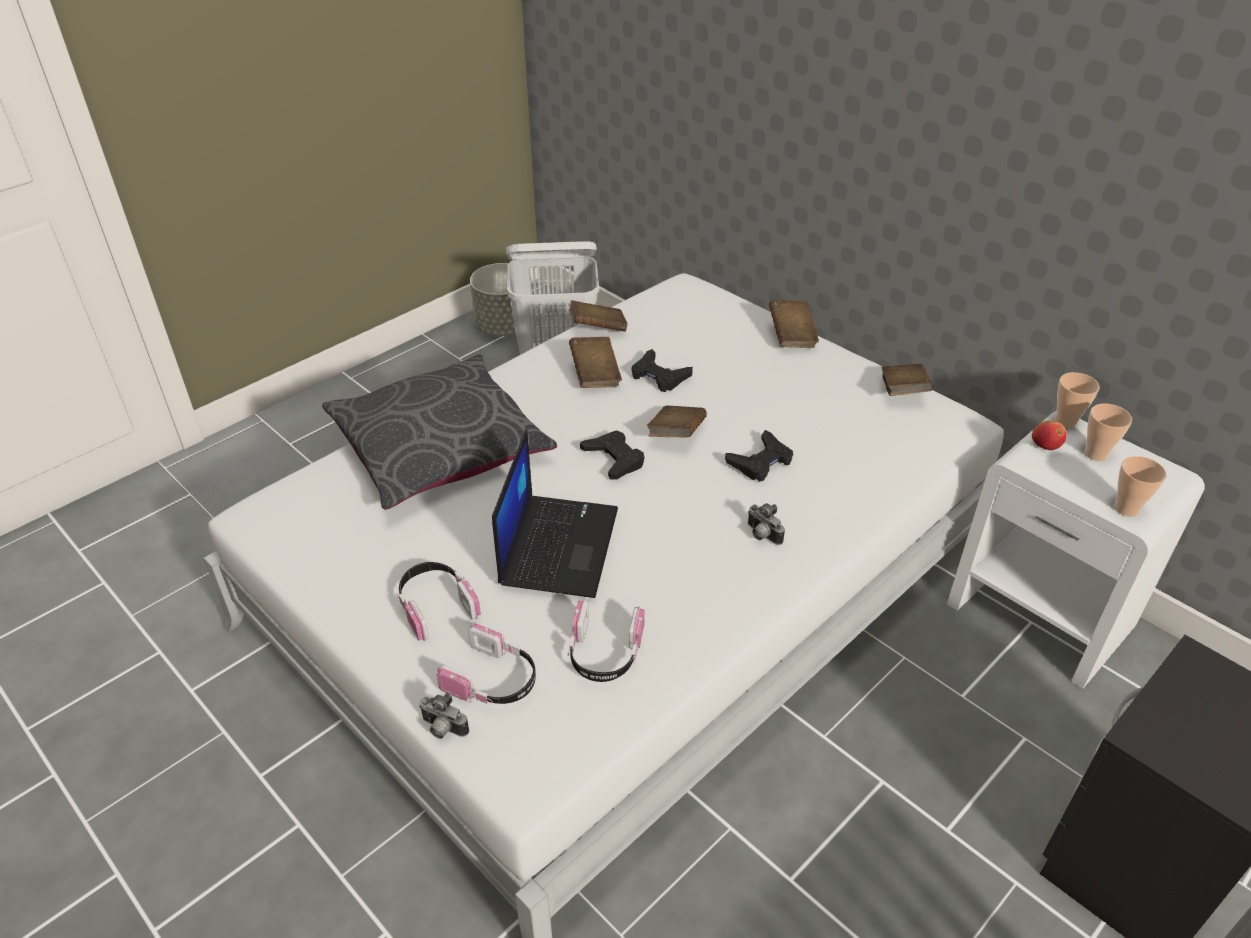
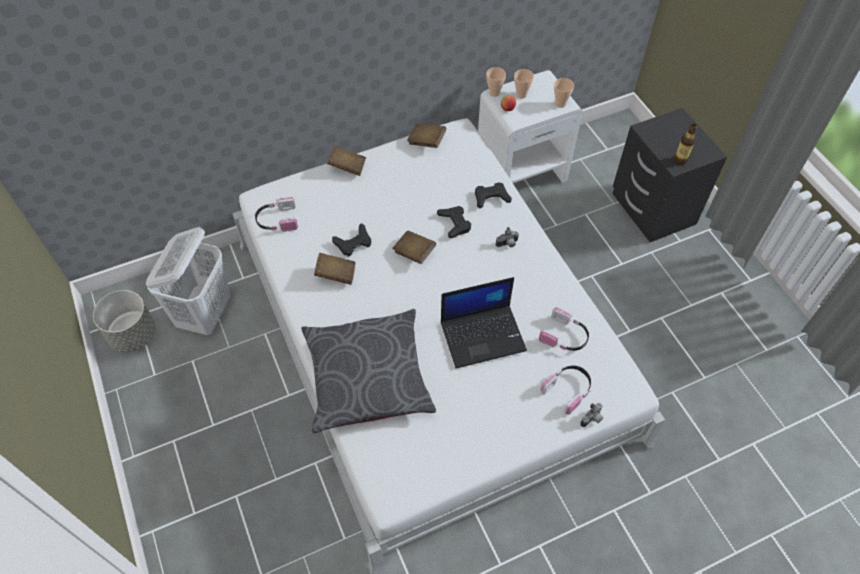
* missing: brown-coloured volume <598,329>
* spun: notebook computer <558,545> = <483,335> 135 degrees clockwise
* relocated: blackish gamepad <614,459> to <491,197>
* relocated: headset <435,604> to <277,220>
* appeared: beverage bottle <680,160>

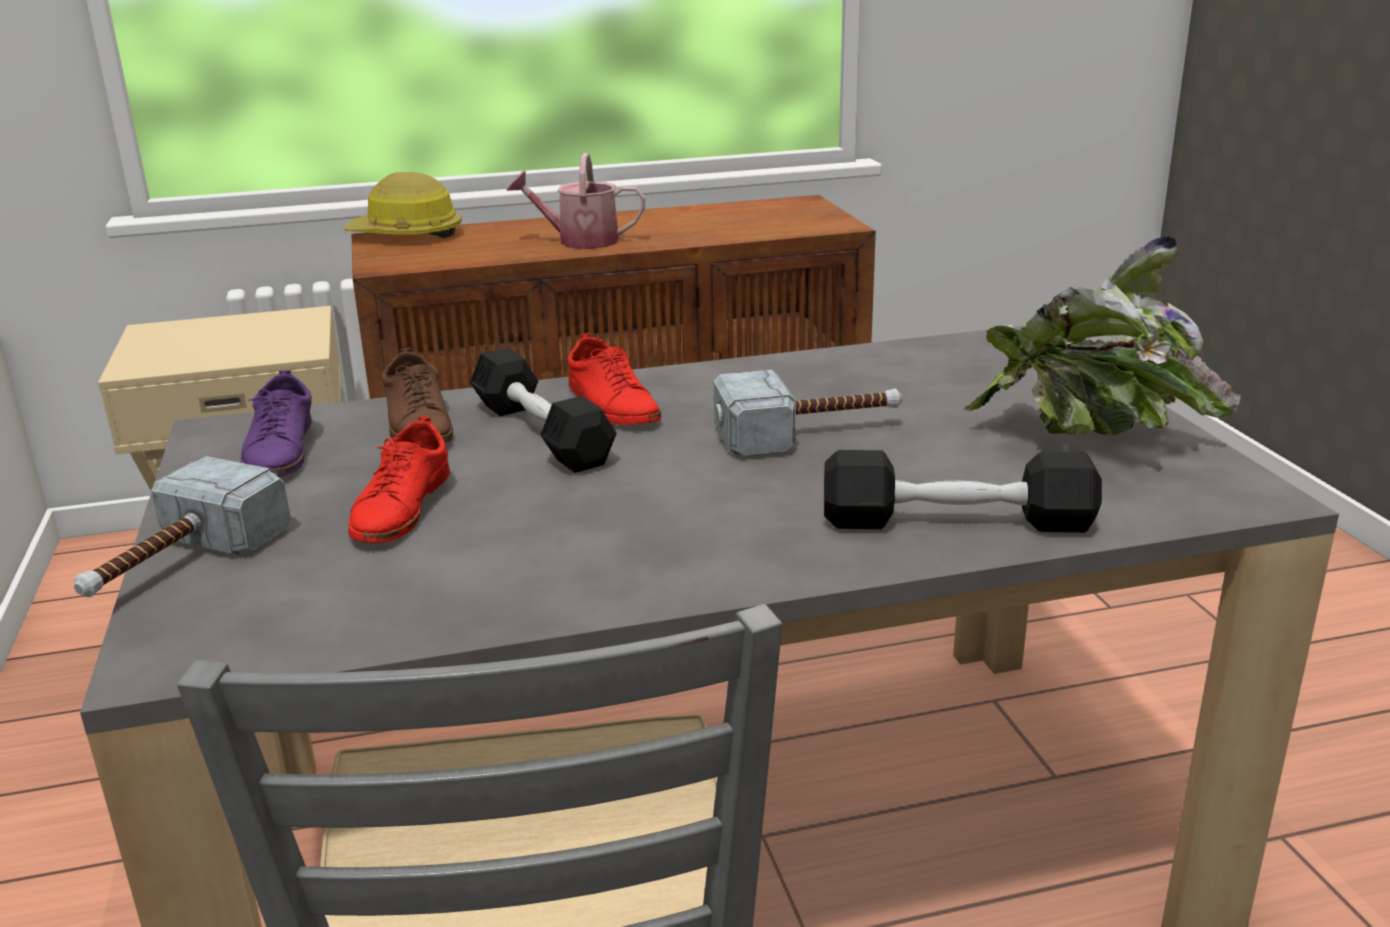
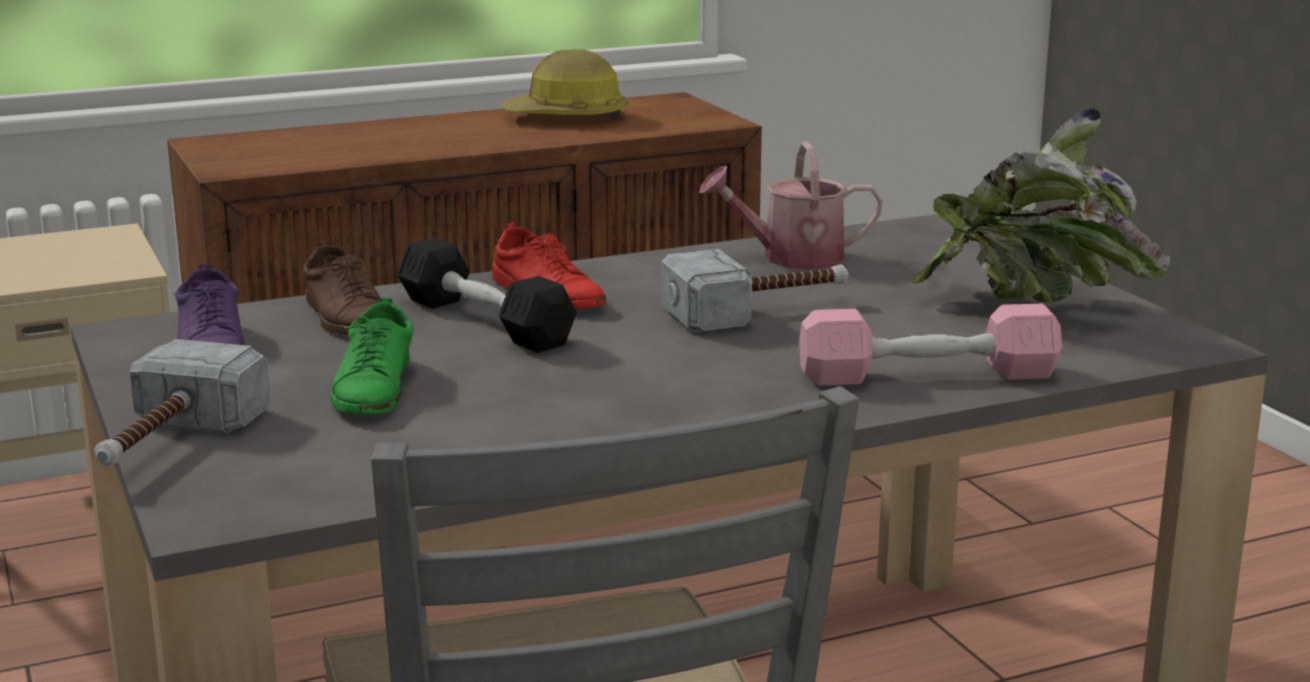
* relocated: watering can <579,241> to <791,257>
* relocated: work helmet <406,235> to <567,117>
* colour: reddish shoe <401,508> to green shoe <374,388>
* colour: blackish free weight <957,522> to pink free weight <928,375>

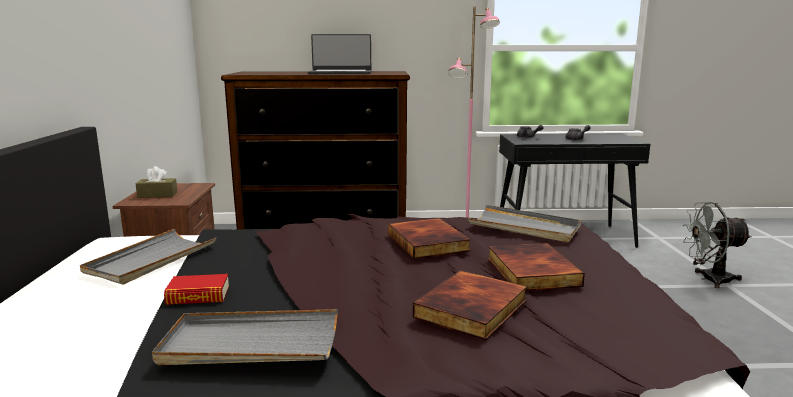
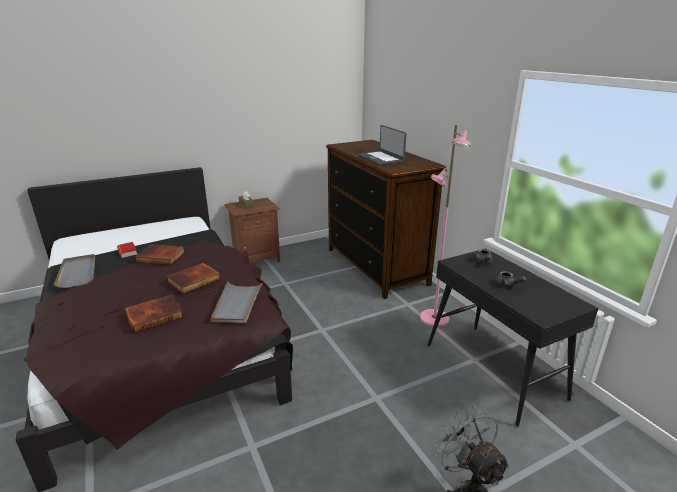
* missing: greyish serving tray <151,260>
* relocated: volume <473,310> to <160,257>

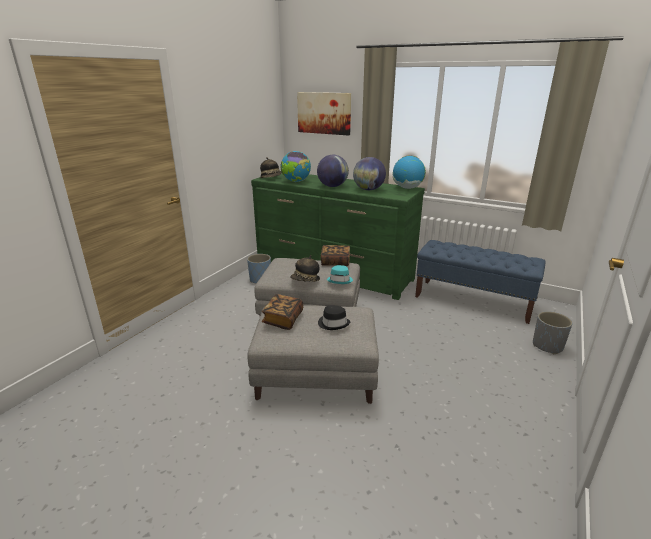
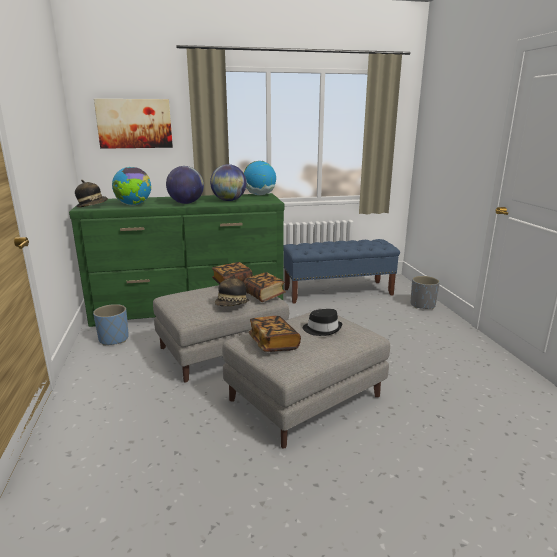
* exchanged: turquoise-coloured wearable hat <340,280> to volume <264,295>

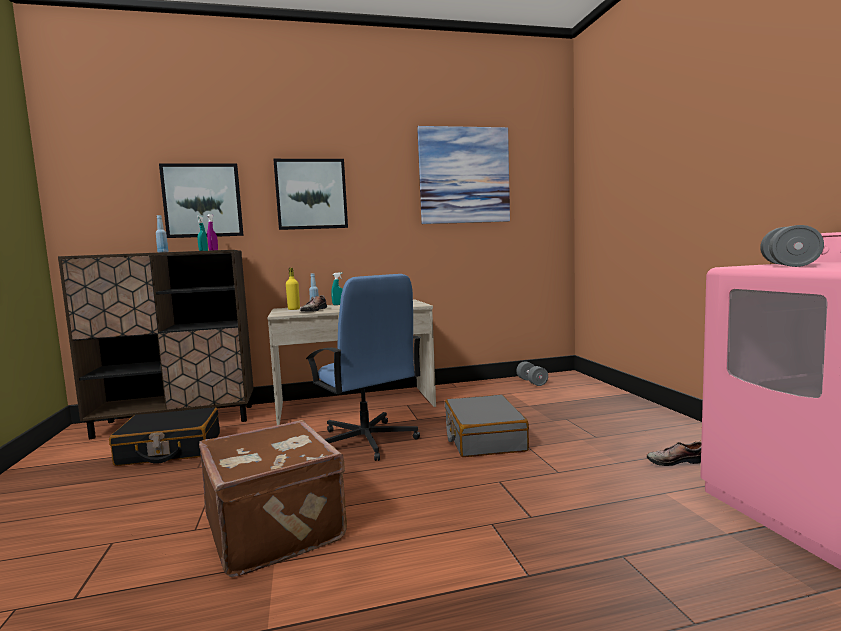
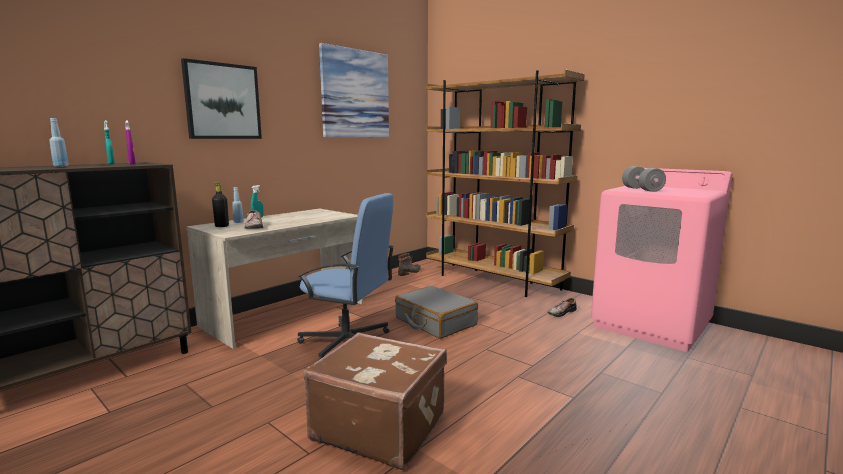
* missing: wall art <203,201>
* colour: yellowish beverage bottle <294,309> to blackish beverage bottle <222,226>
* exchanged: greyish free weight <532,382> to high-top boot <410,272>
* missing: blackish suitcase <170,450>
* appeared: brown-coloured bookshelf <492,280>

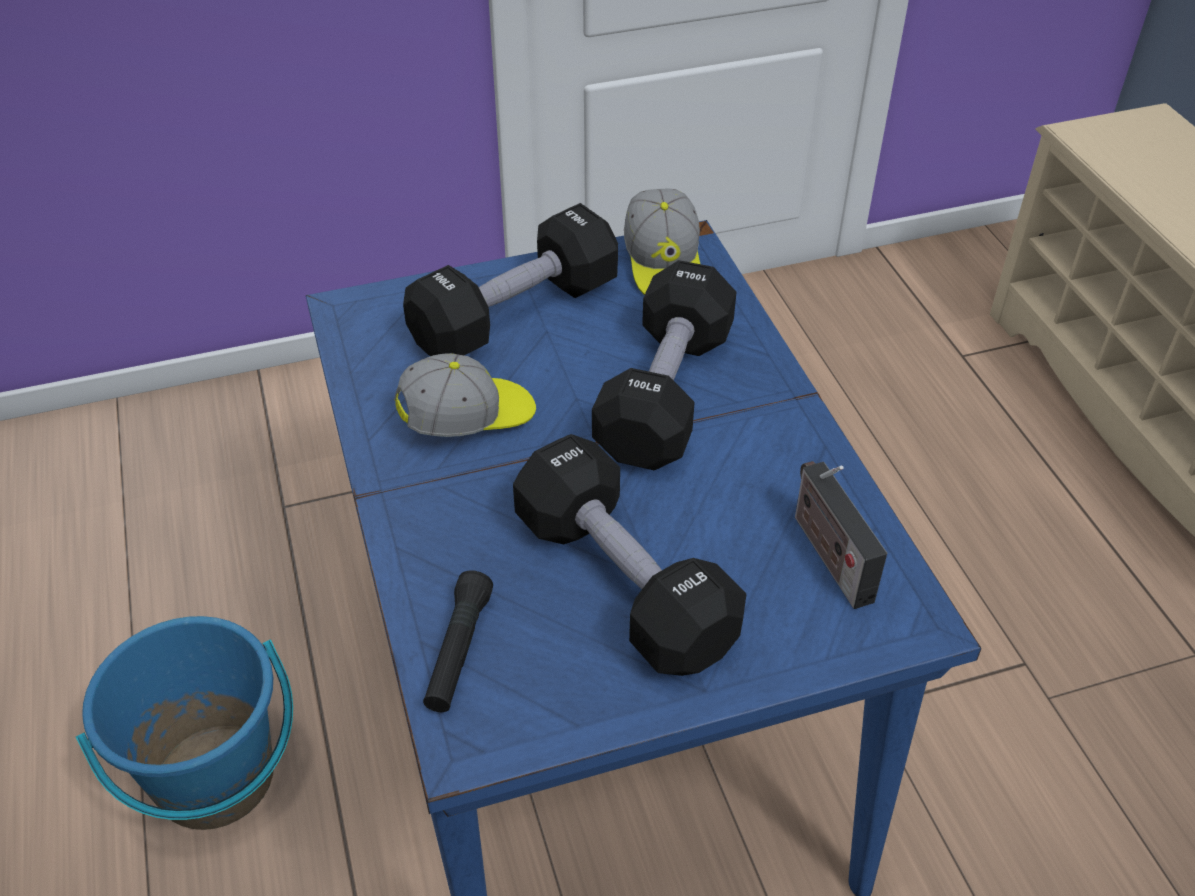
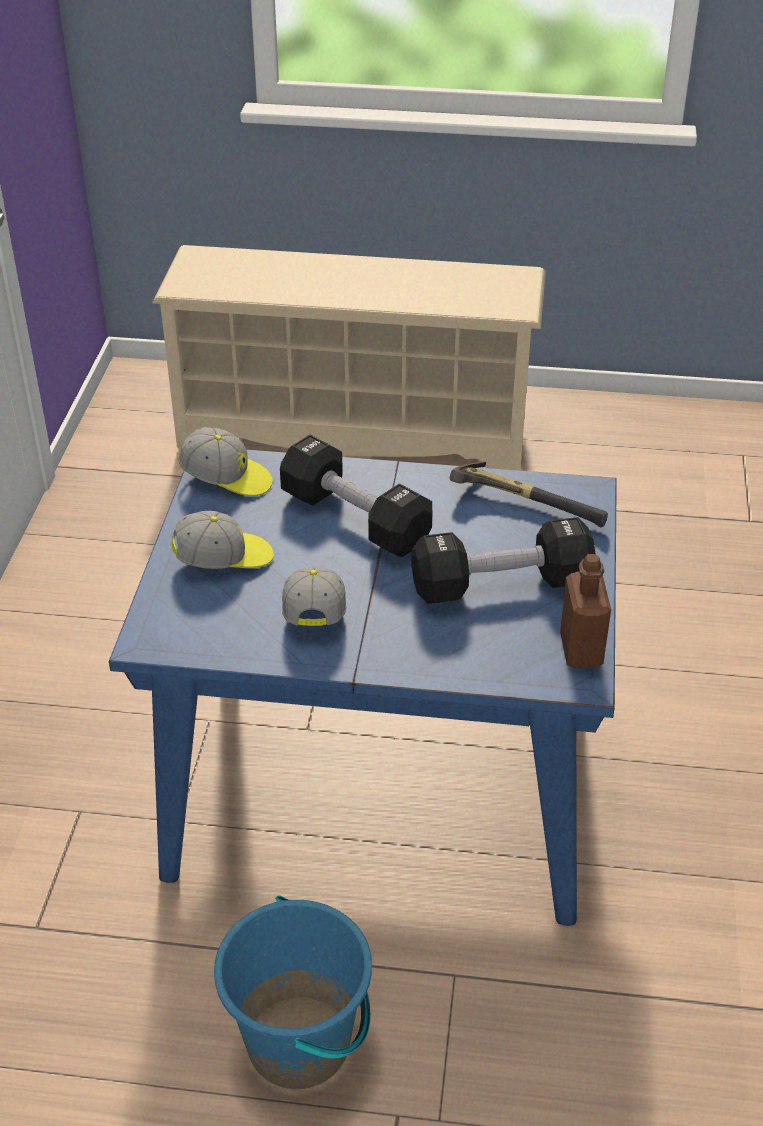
* exchanged: blackish free weight <516,314> to baseball cap <224,559>
* exchanged: radio receiver <828,554> to tool hammer <526,503>
* missing: blackish flashlight <458,651>
* appeared: brown-coloured beverage bottle <581,650>

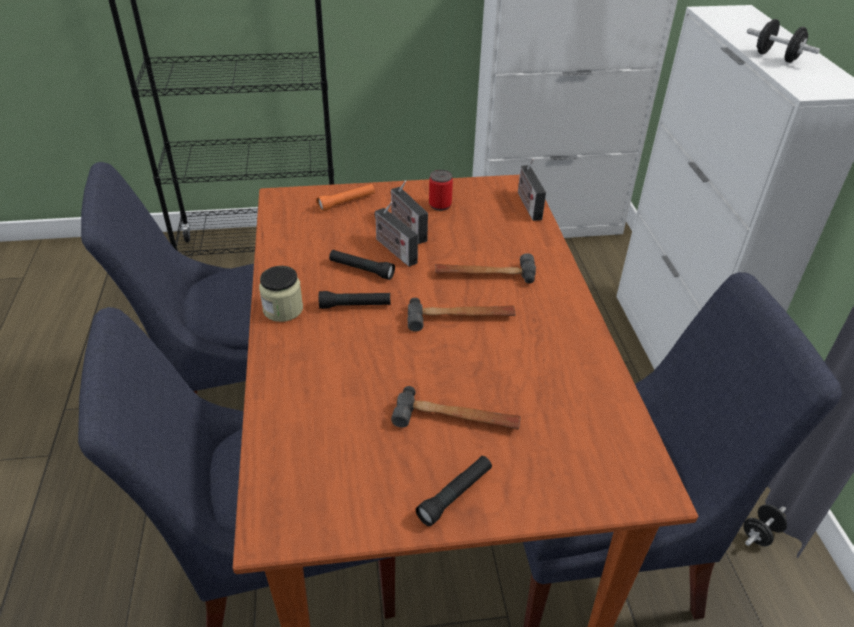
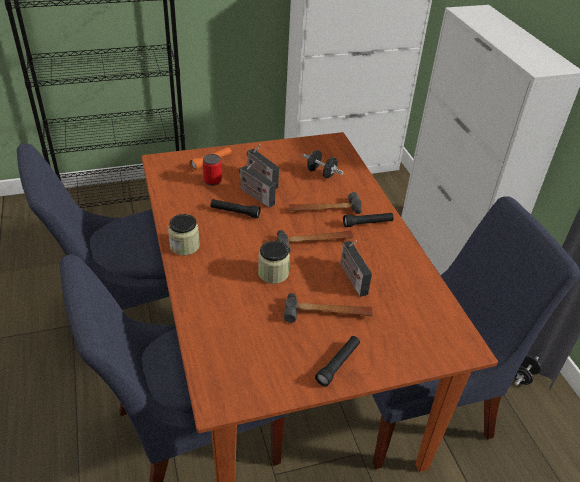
* relocated: blackish free weight <776,57> to <321,173>
* relocated: radio receiver <527,204> to <352,277>
* relocated: can <440,205> to <212,181>
* relocated: blackish flashlight <355,306> to <367,223>
* appeared: jar <273,273>

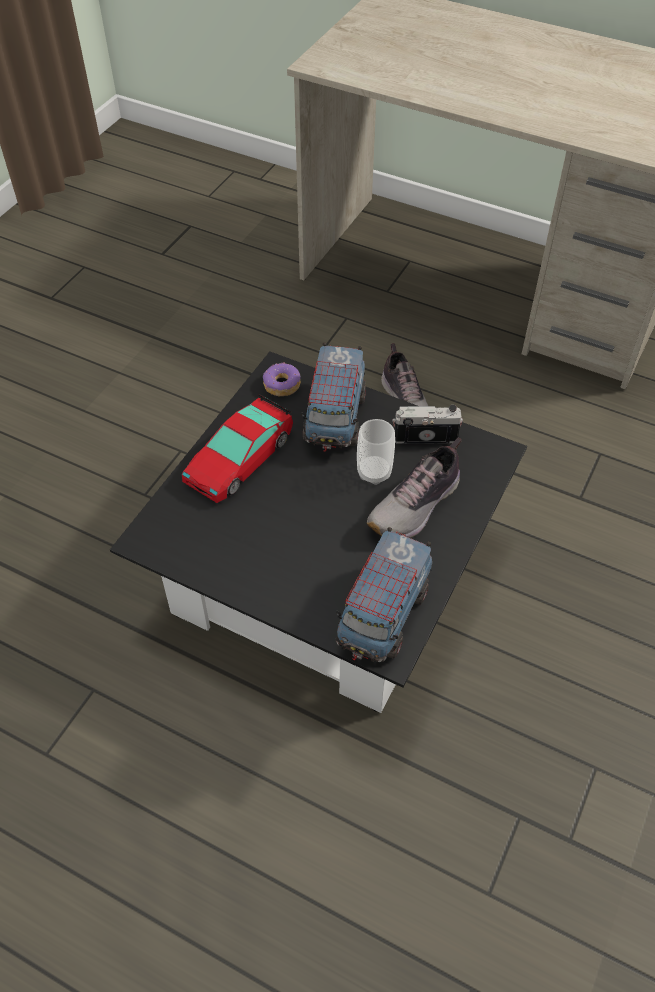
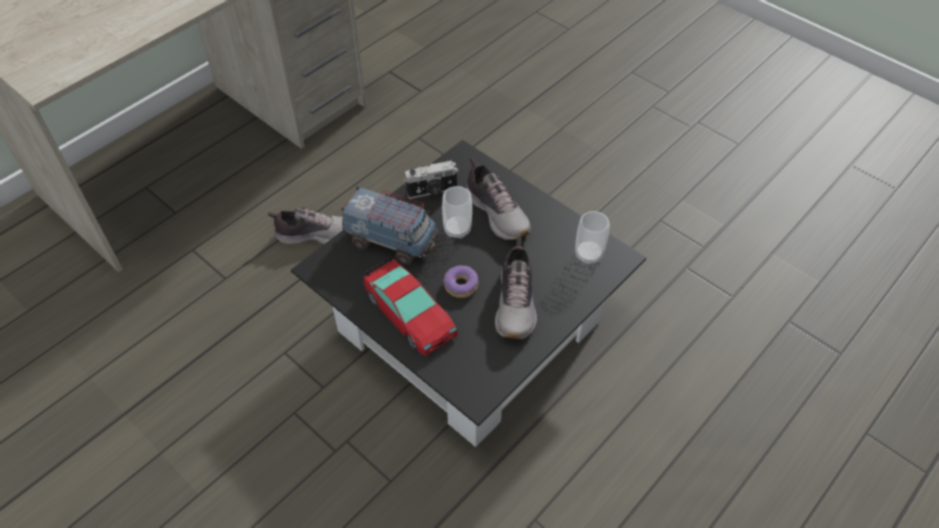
* relocated: doughnut <281,385> to <461,286>
* spun: photo camera <425,436> = <432,191> 120 degrees counterclockwise
* exchanged: toy lorry <383,615> to small cup <588,255>
* appeared: shoe <516,303>

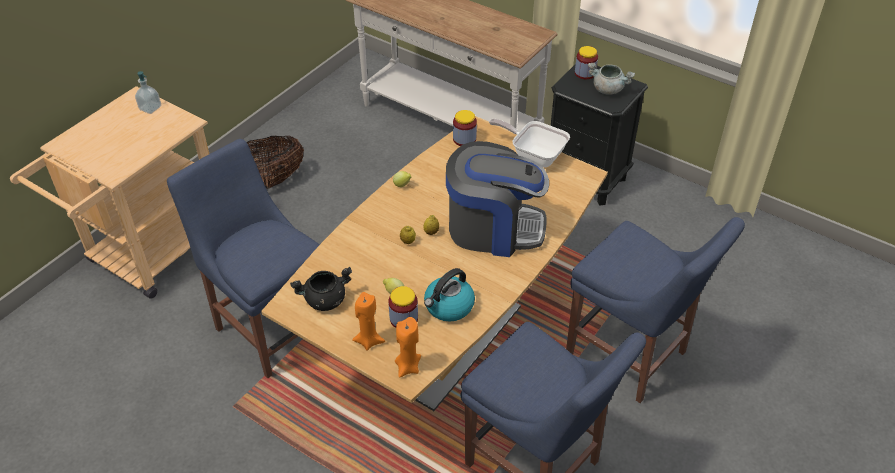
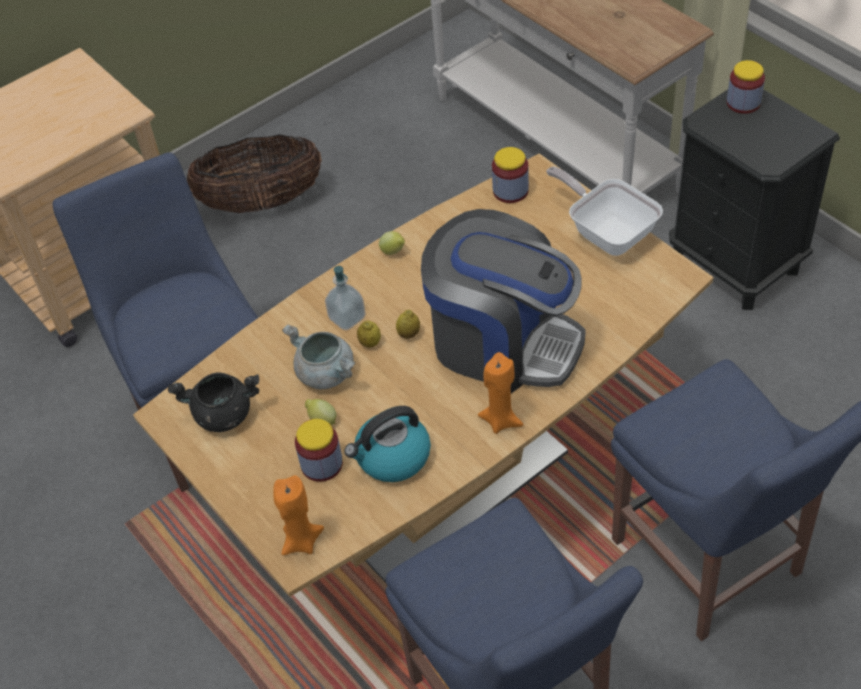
* relocated: greyish stockpot <608,89> to <326,373>
* relocated: soap bottle <150,108> to <347,318>
* relocated: orangey wax light <369,341> to <501,420>

